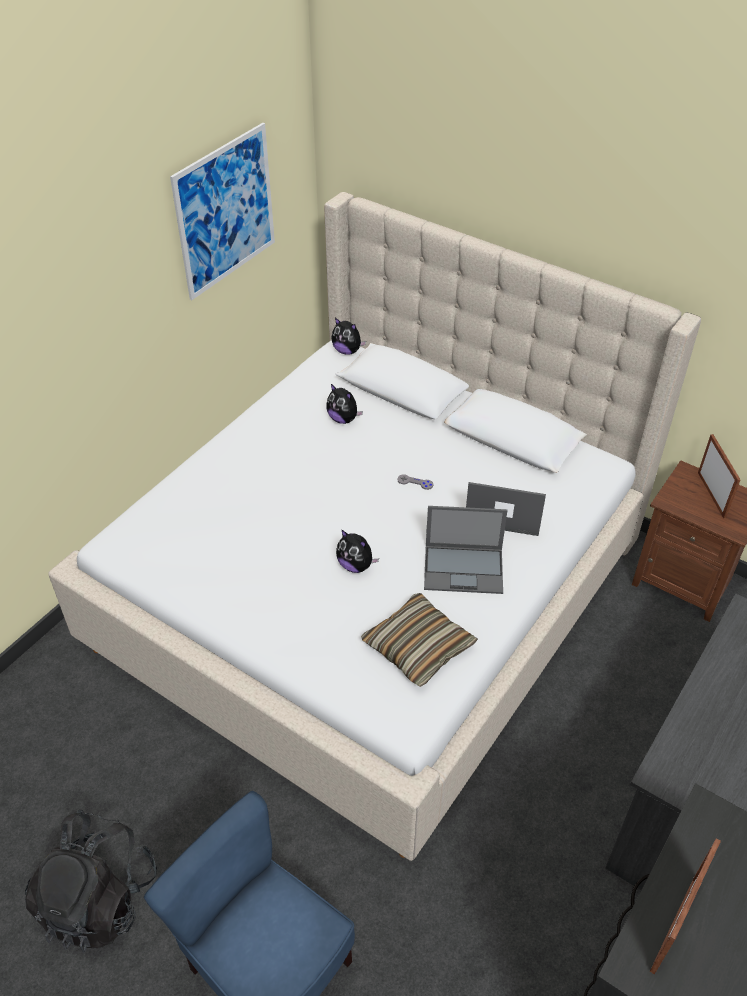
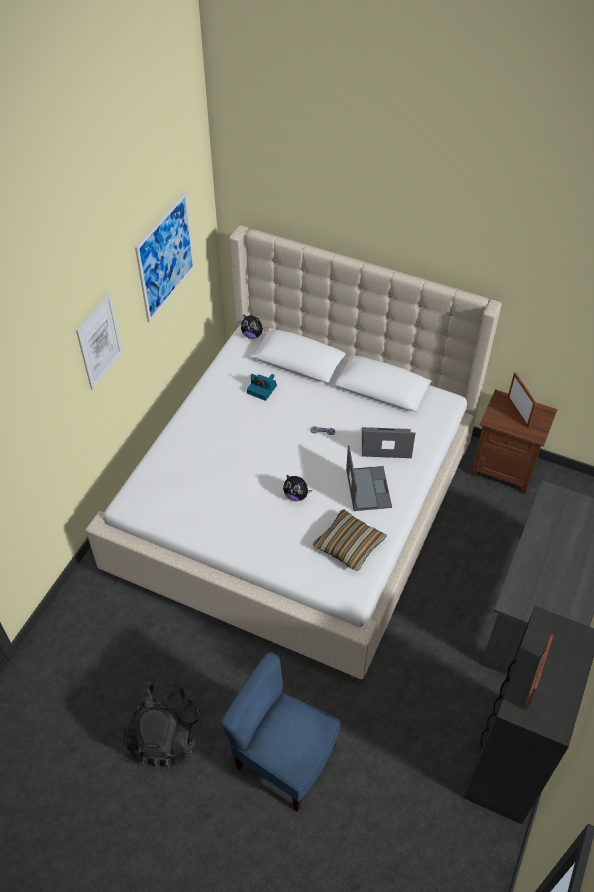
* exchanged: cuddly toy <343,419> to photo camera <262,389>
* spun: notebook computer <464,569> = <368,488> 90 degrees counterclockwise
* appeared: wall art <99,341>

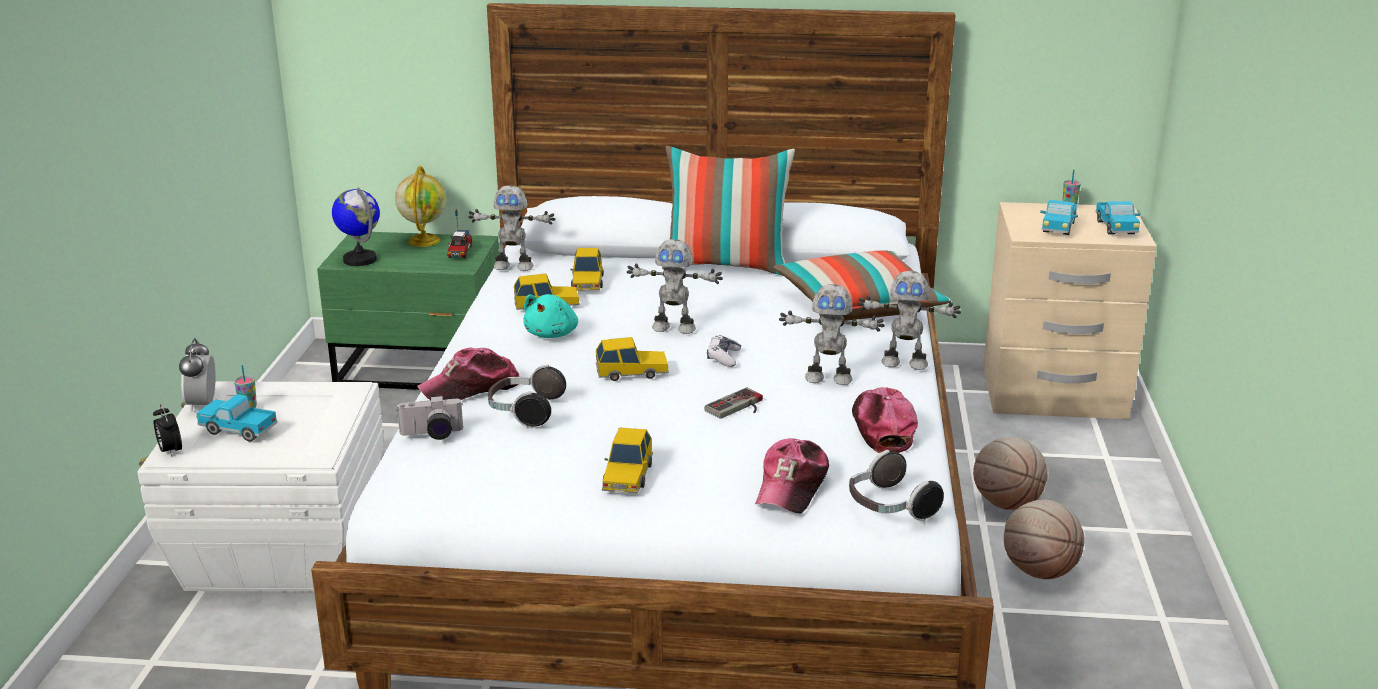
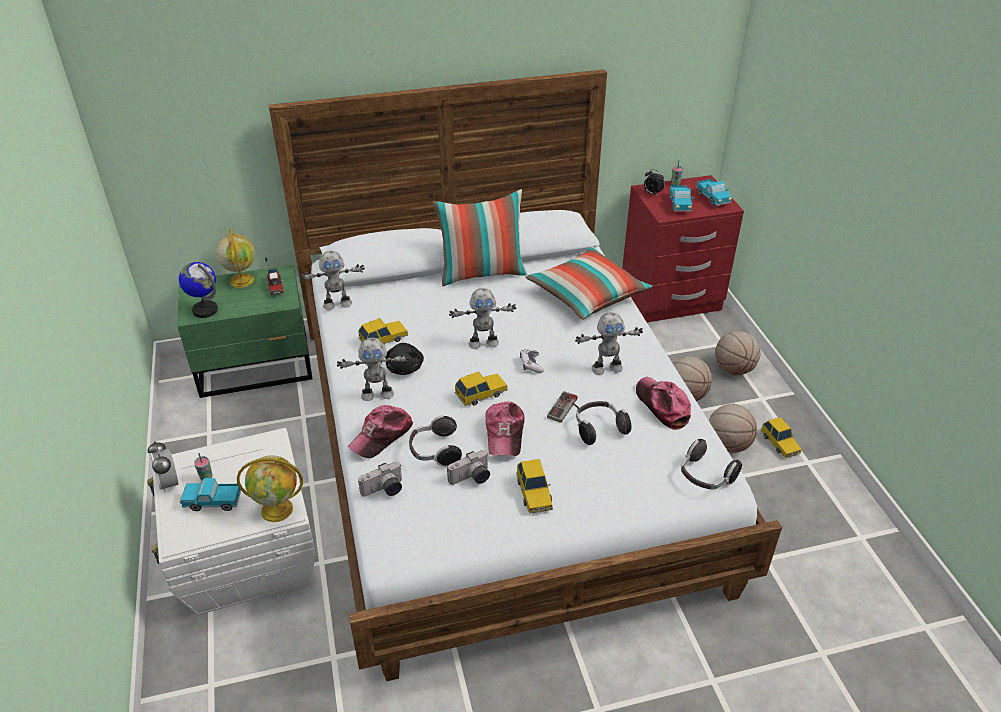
* colour: beige bedside table <1054,394> to reddish bedside table <671,299>
* relocated: miniature car <587,282> to <780,443>
* relocated: model robot <904,363> to <377,394>
* colour: turquoise-coloured cuddly toy <552,334> to blackish cuddly toy <405,367>
* relocated: alarm clock <170,451> to <652,193>
* relocated: baseball cap <791,487> to <505,433>
* appeared: basketball <734,369>
* appeared: headset <599,429>
* appeared: photo camera <471,478>
* appeared: desk globe <278,509>

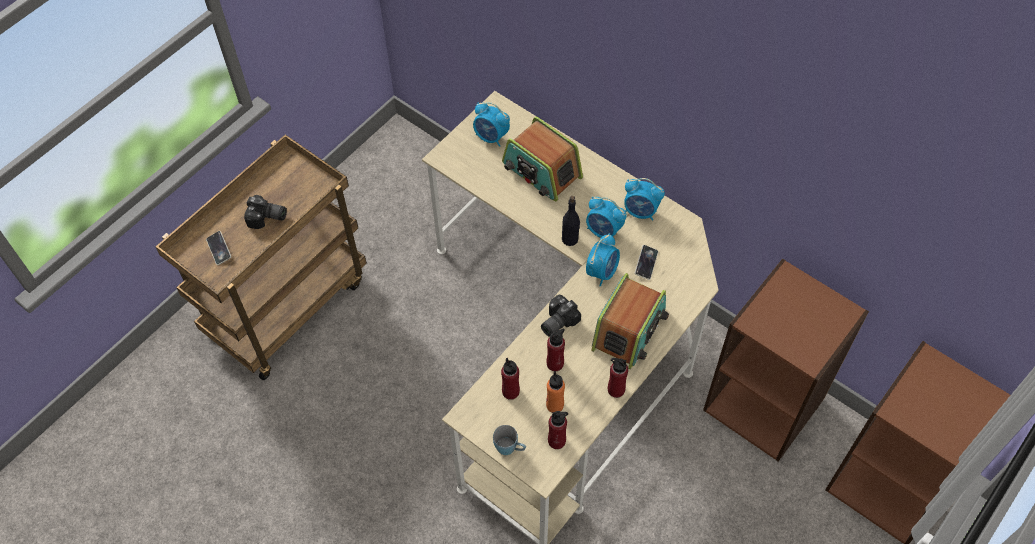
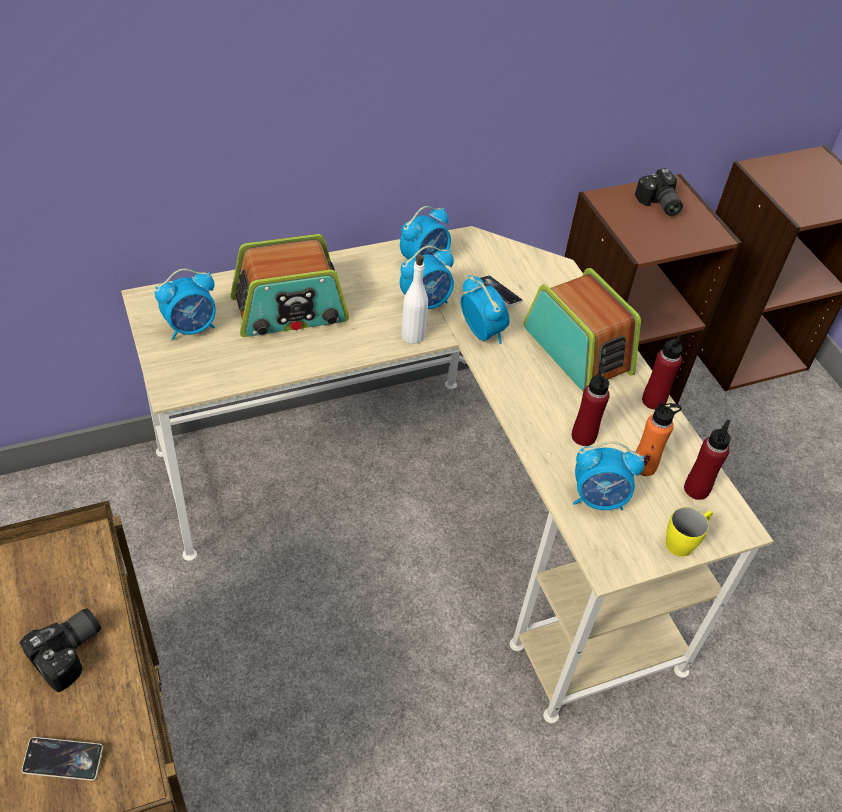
* colour: blackish beverage bottle <570,239> to white-coloured beverage bottle <413,335>
* relocated: photo camera <556,321> to <658,204>
* exchanged: reddish beverage bottle <510,391> to alarm clock <598,499>
* colour: blue coffee mug <510,448> to yellowish coffee mug <684,541>

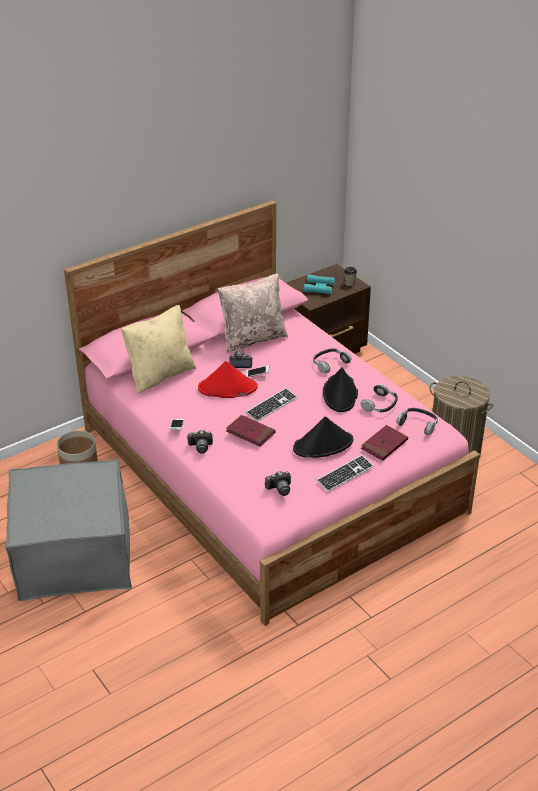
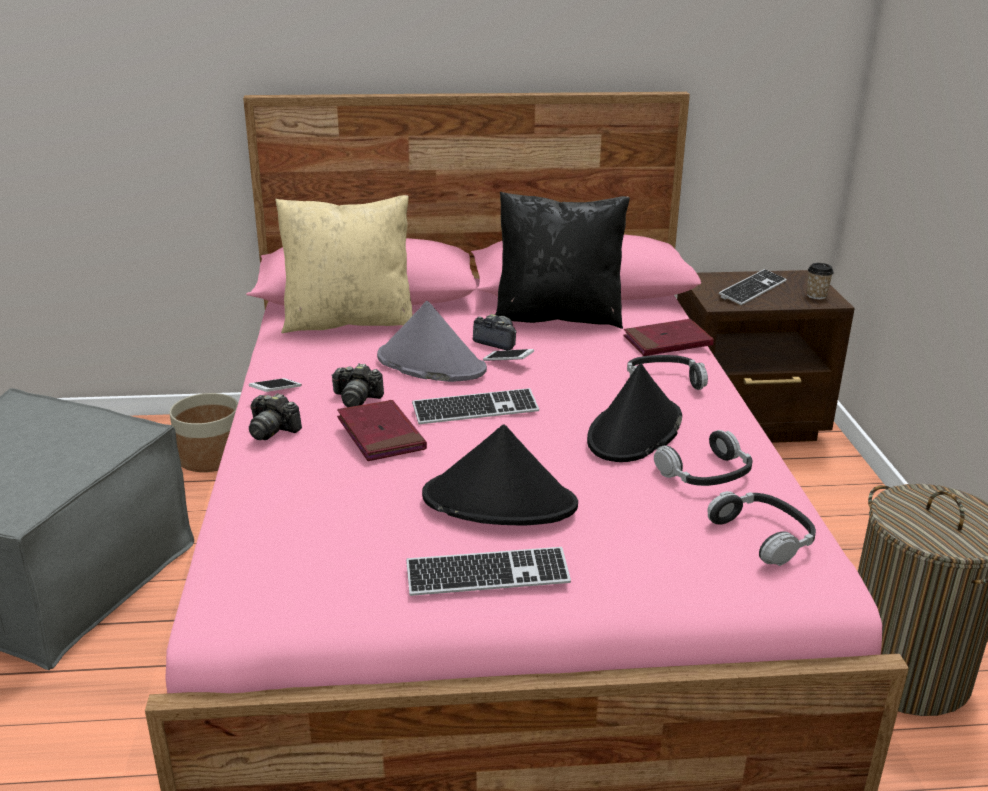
* colour: beige pillow <252,338> to blackish pillow <558,316>
* exchanged: turquoise-coloured field glasses <319,288> to computer keyboard <753,289>
* colour: reddish wearable hat <227,388> to greyish wearable hat <430,364>
* relocated: reddish volume <384,445> to <667,342>
* relocated: photo camera <279,488> to <356,399>

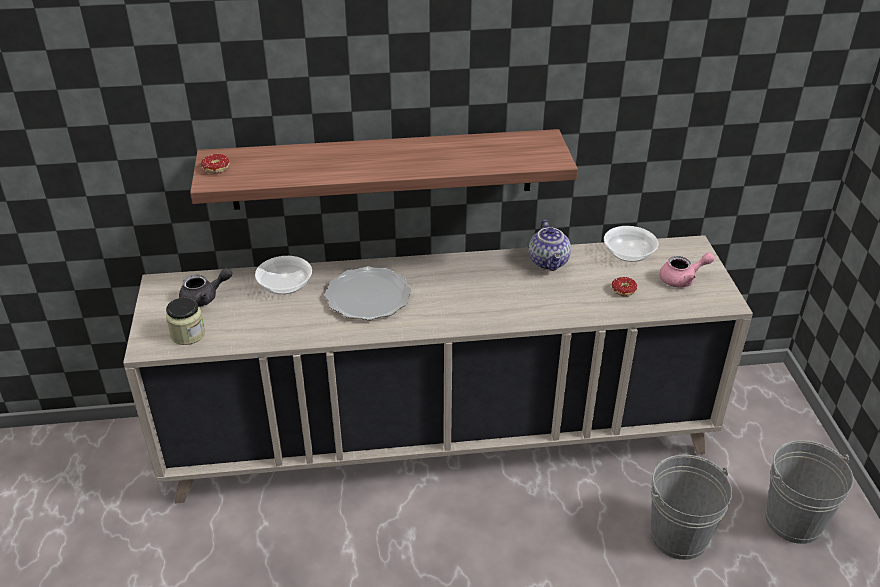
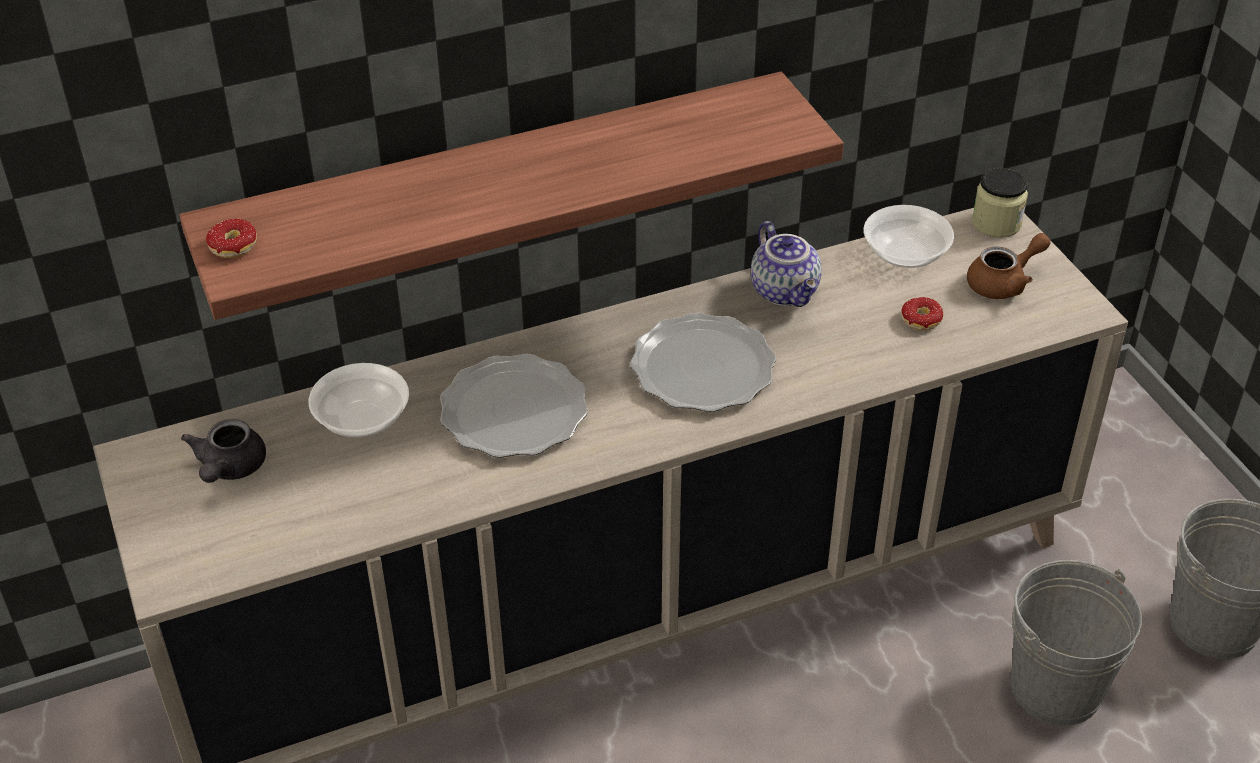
* colour: pink pot for tea <682,279> to brown-coloured pot for tea <1004,283>
* spun: greyish pot for tea <205,298> = <229,469> 135 degrees clockwise
* relocated: jar <188,334> to <996,223>
* appeared: dinner plate <702,368>

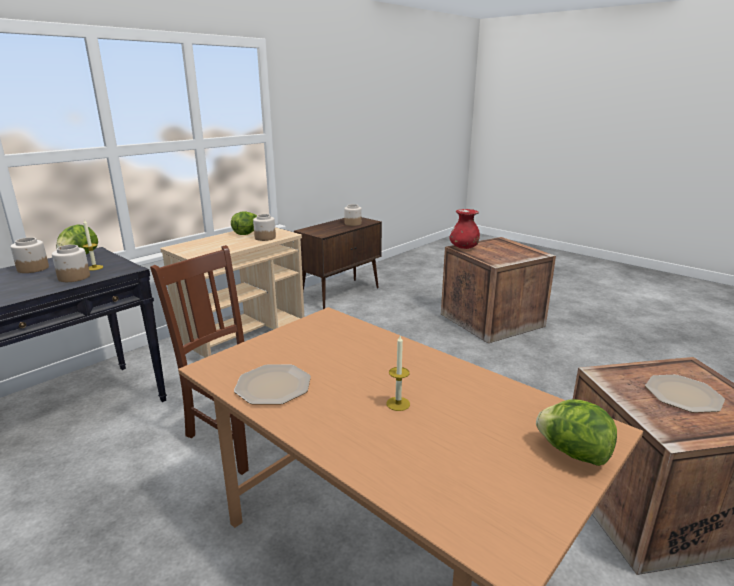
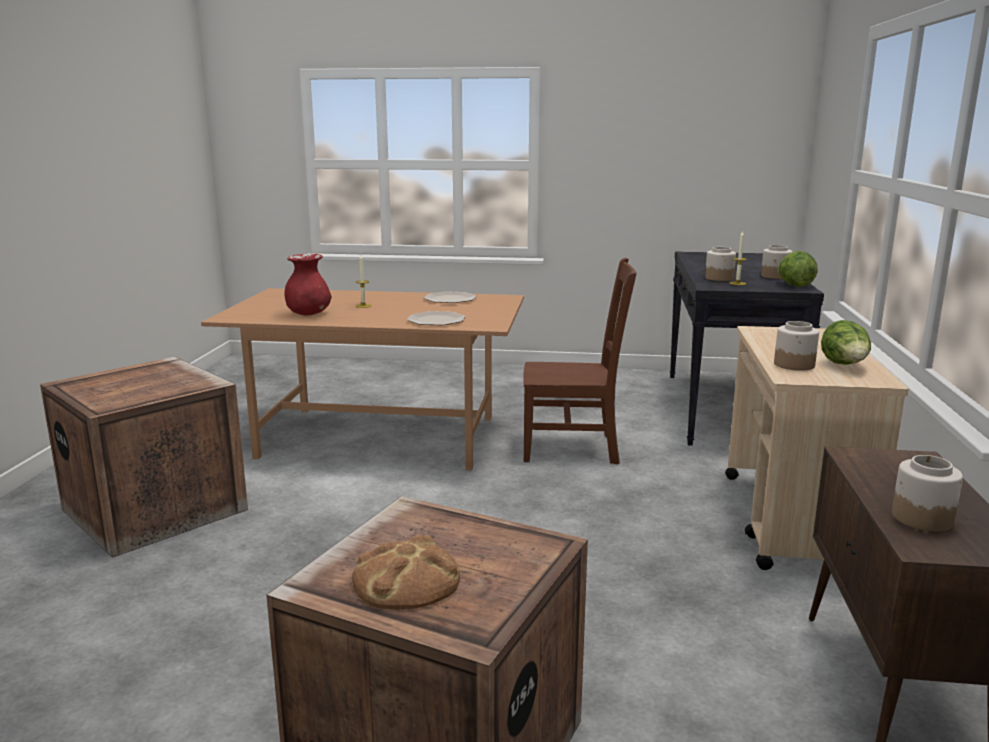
* relocated: reddish flower vase <464,248> to <308,314>
* relocated: dinner plate <682,395> to <436,320>
* missing: lettuce head <572,453>
* appeared: baked bread <407,580>

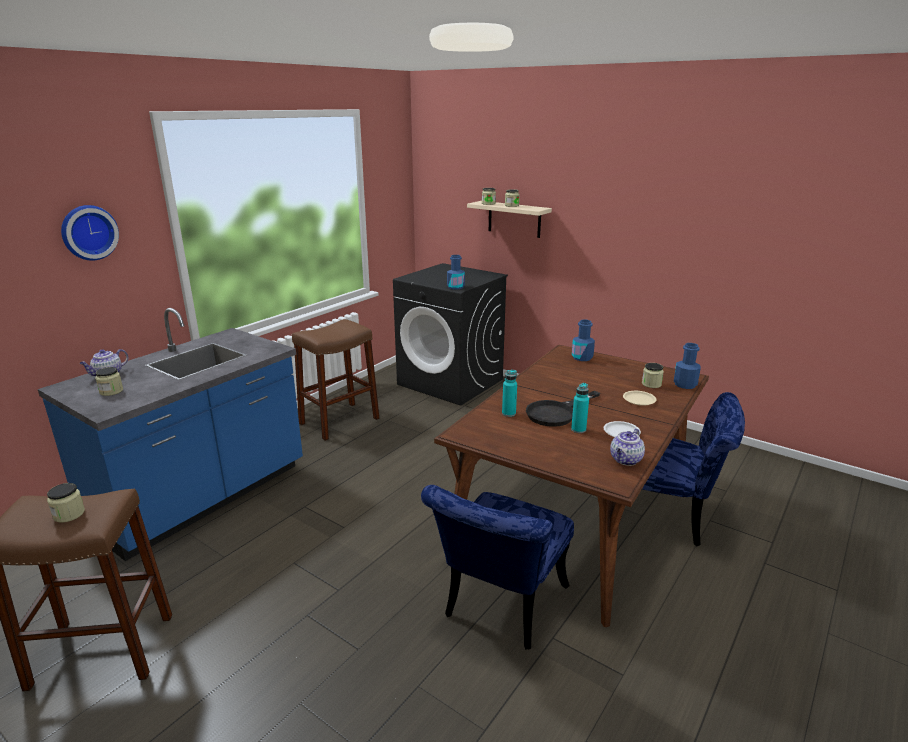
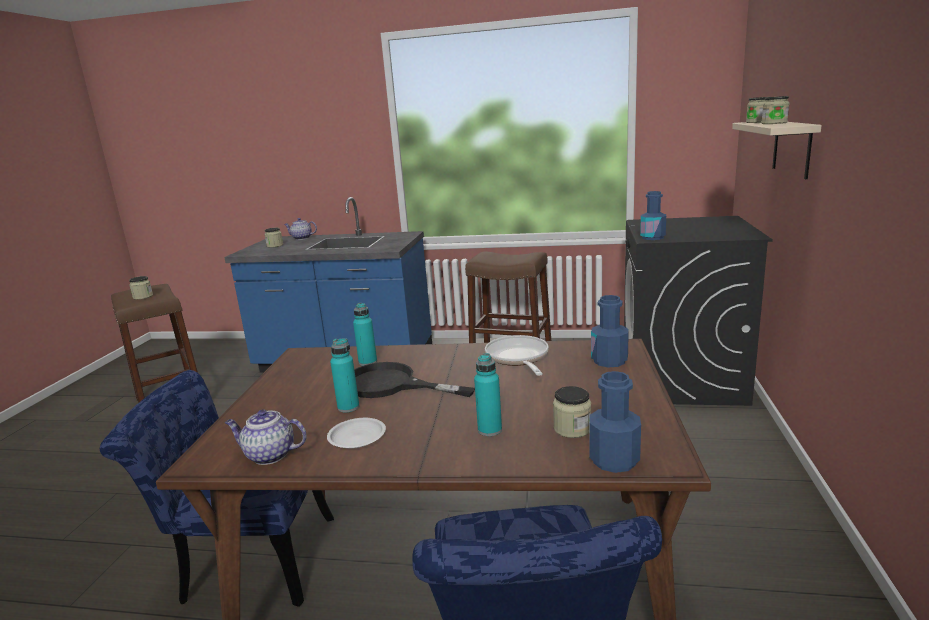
* missing: hanging clock <88,232>
* exchanged: beige dinner plate <639,400> to turquoise-coloured beverage bottle <489,430>
* appeared: skillet <518,358>

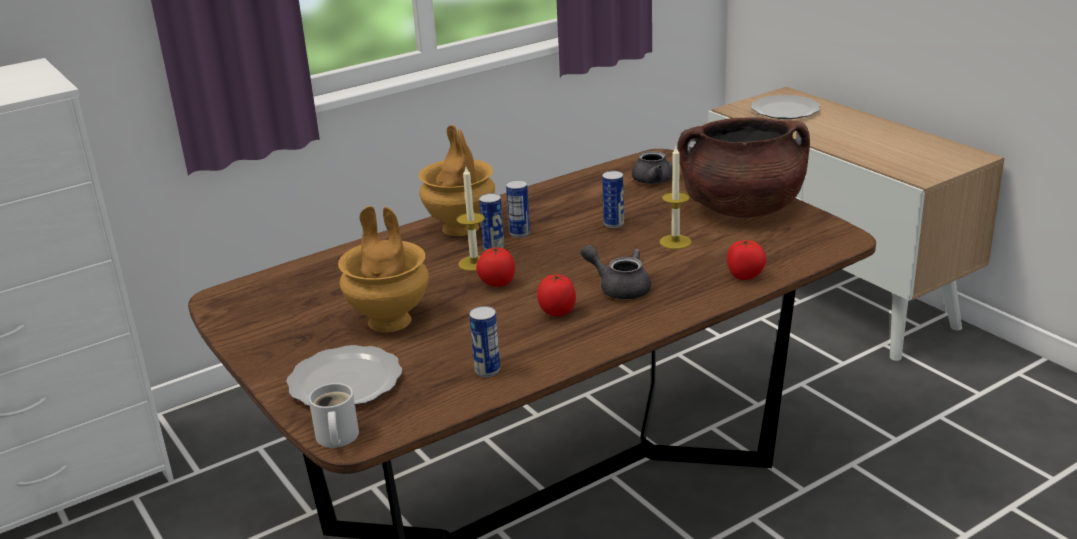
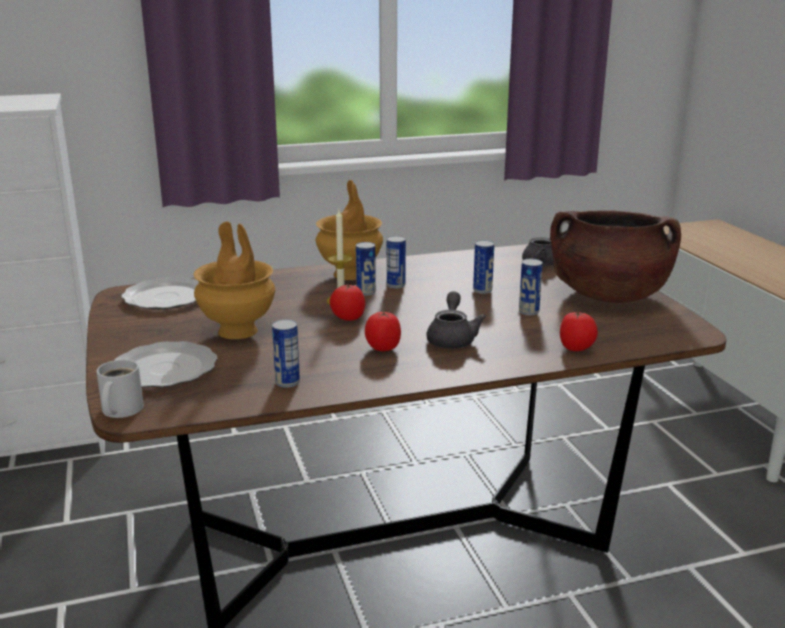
* relocated: dinner plate <784,111> to <165,297>
* exchanged: wax light <675,242> to can <528,312>
* spun: greyish pot for tea <619,288> = <452,338> 45 degrees clockwise

